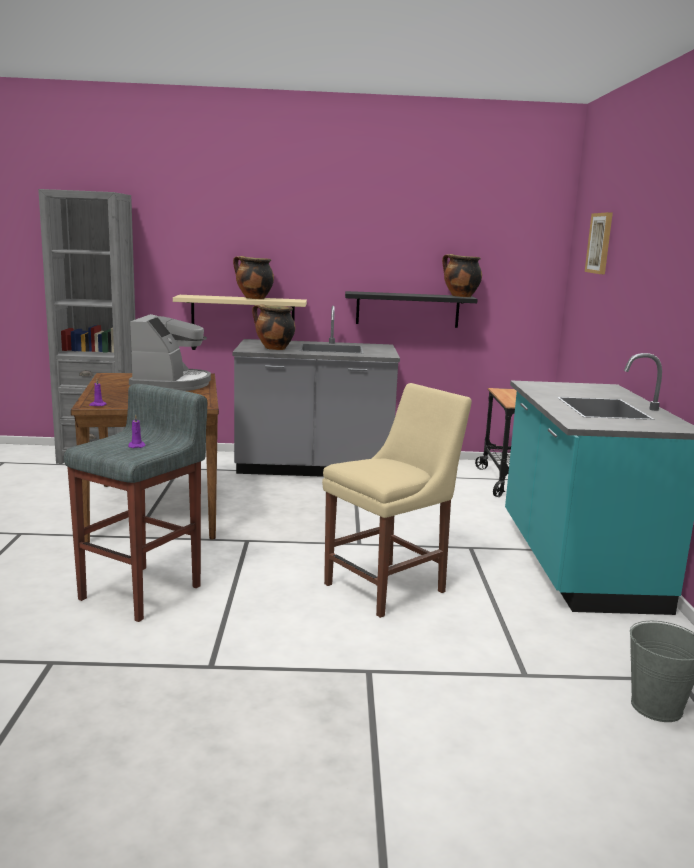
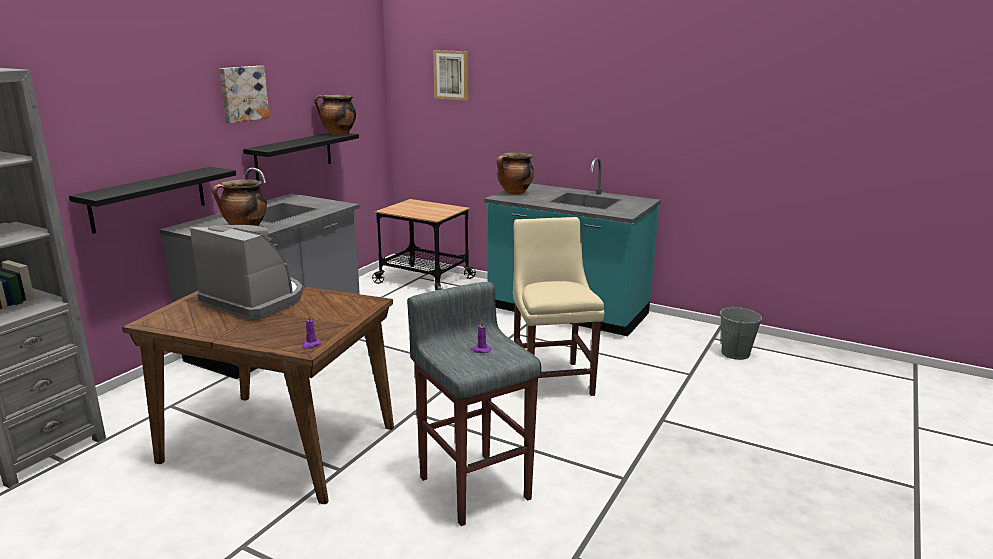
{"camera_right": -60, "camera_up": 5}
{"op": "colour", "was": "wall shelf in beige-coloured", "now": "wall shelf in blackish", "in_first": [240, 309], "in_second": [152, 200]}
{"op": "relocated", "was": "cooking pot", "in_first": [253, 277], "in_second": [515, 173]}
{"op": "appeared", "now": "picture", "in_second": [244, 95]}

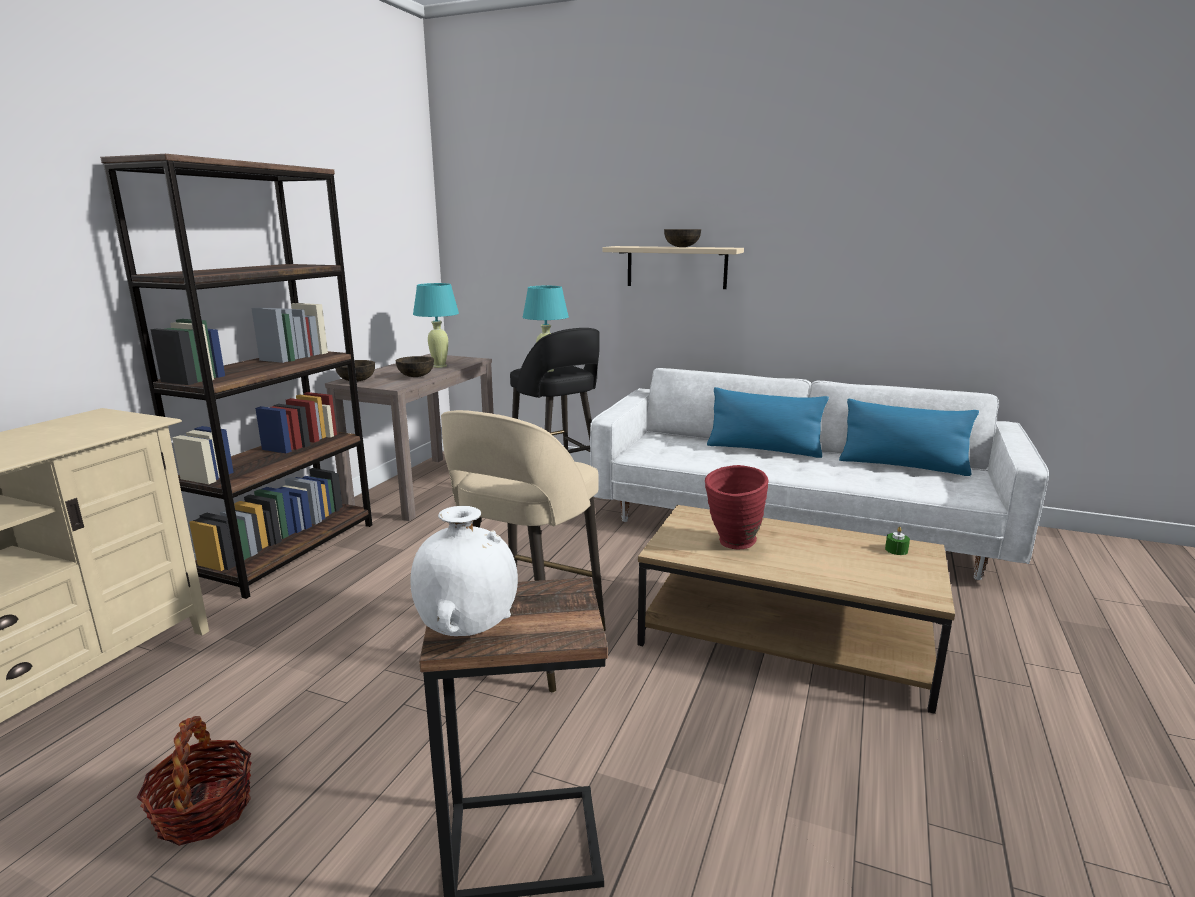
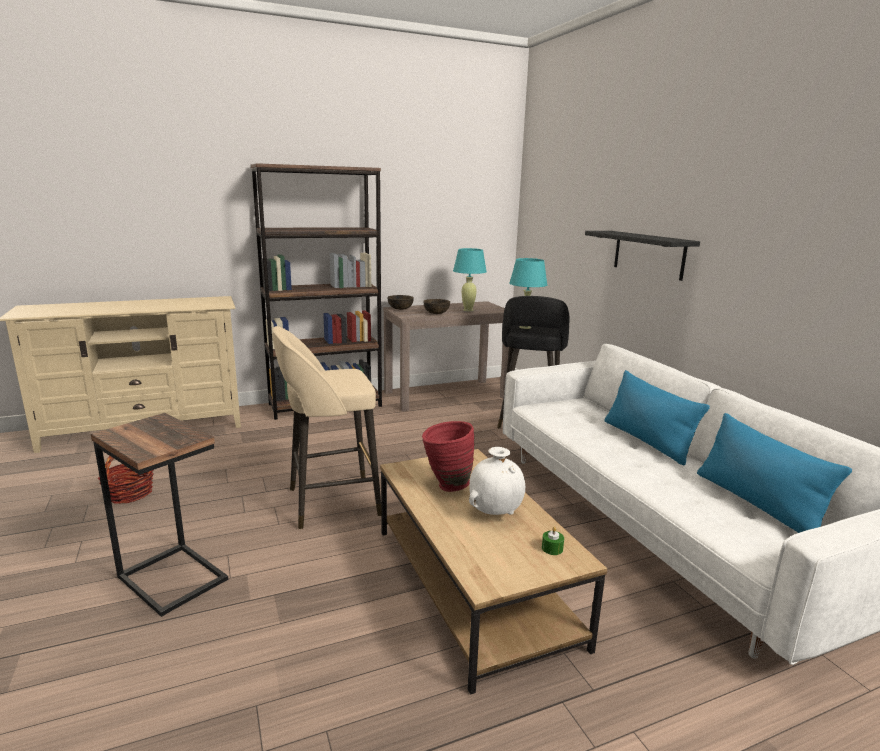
{"camera_right": 45, "camera_up": 0}
{"op": "relocated", "was": "decorative vase in white-coloured", "in_first": [464, 571], "in_second": [497, 481]}
{"op": "colour", "was": "wall shelf in beige-coloured", "now": "wall shelf in blackish", "in_first": [673, 267], "in_second": [642, 256]}
{"op": "missing", "was": "bowl in brownish", "in_first": [682, 238]}

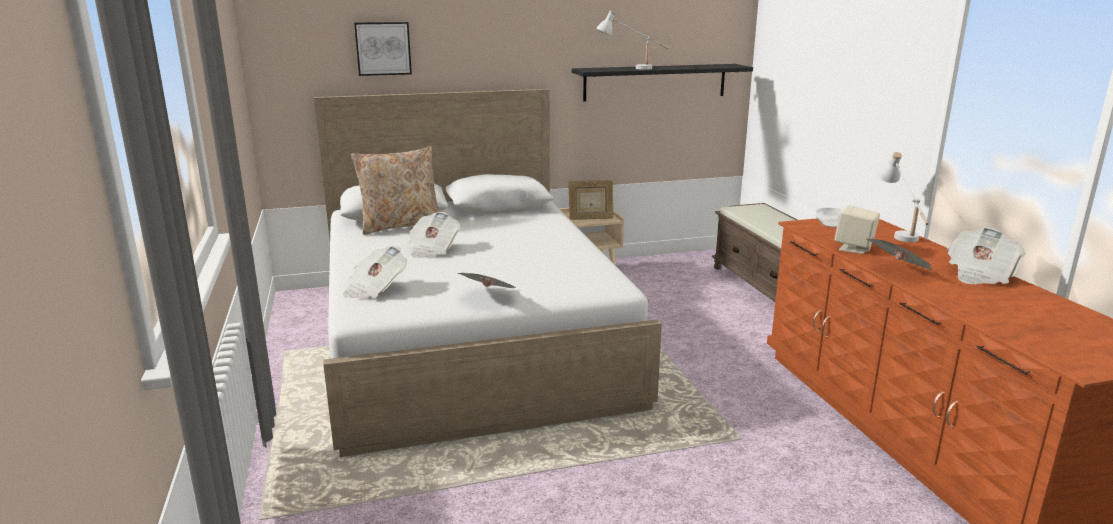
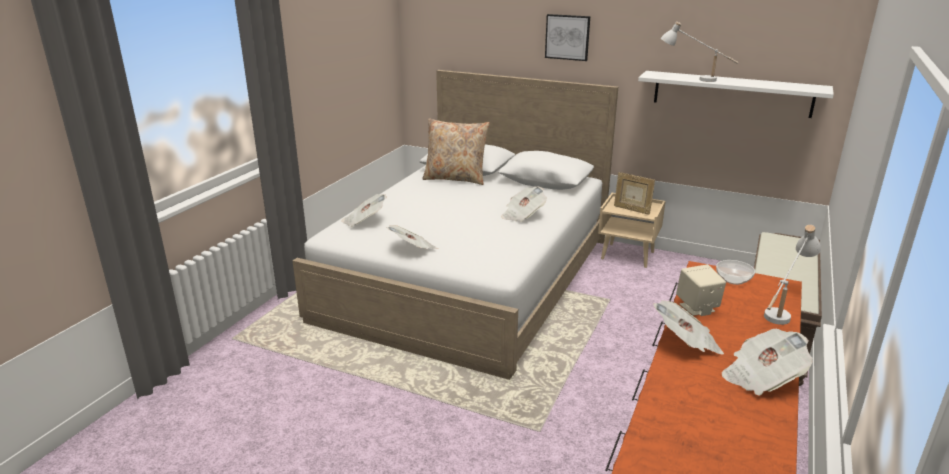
{"camera_right": 40, "camera_up": 5}
{"op": "relocated", "was": "picture", "in_first": [383, 49], "in_second": [567, 37]}
{"op": "relocated", "was": "newspaper", "in_first": [434, 235], "in_second": [524, 204]}
{"op": "colour", "was": "wall shelf in blackish", "now": "wall shelf in white-coloured", "in_first": [662, 83], "in_second": [736, 94]}

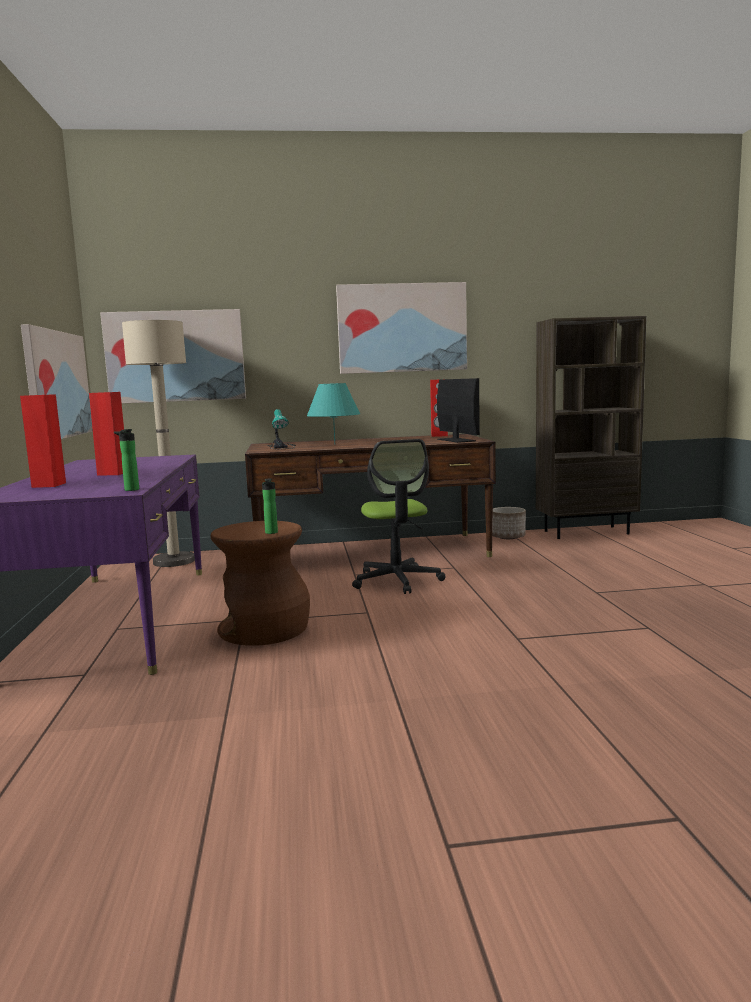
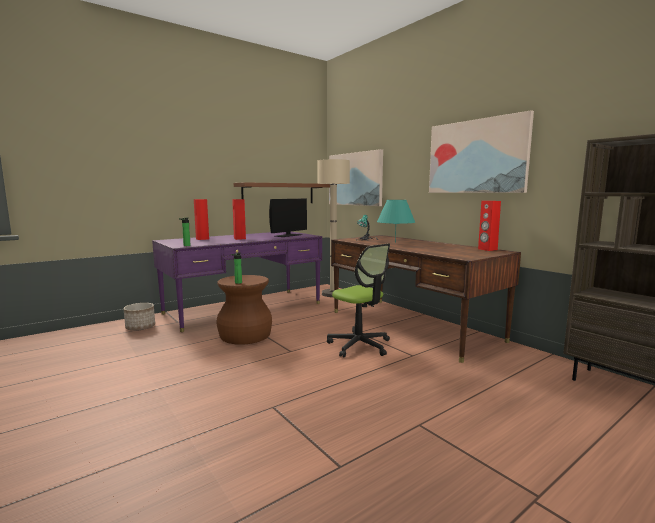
{"camera_right": 60, "camera_up": 0}
{"op": "exchanged", "was": "picture", "now": "wall shelf in brownish", "in_first": [57, 381], "in_second": [282, 192]}
{"op": "spun", "was": "office chair", "in_first": [398, 516], "in_second": [358, 300], "clockwise": -90}
{"op": "relocated", "was": "computer screen", "in_first": [458, 410], "in_second": [288, 218]}
{"op": "relocated", "was": "plant pot", "in_first": [509, 523], "in_second": [139, 316]}

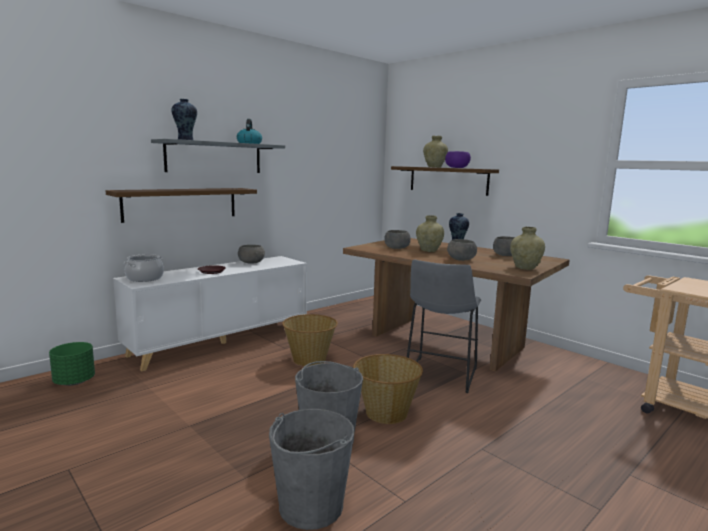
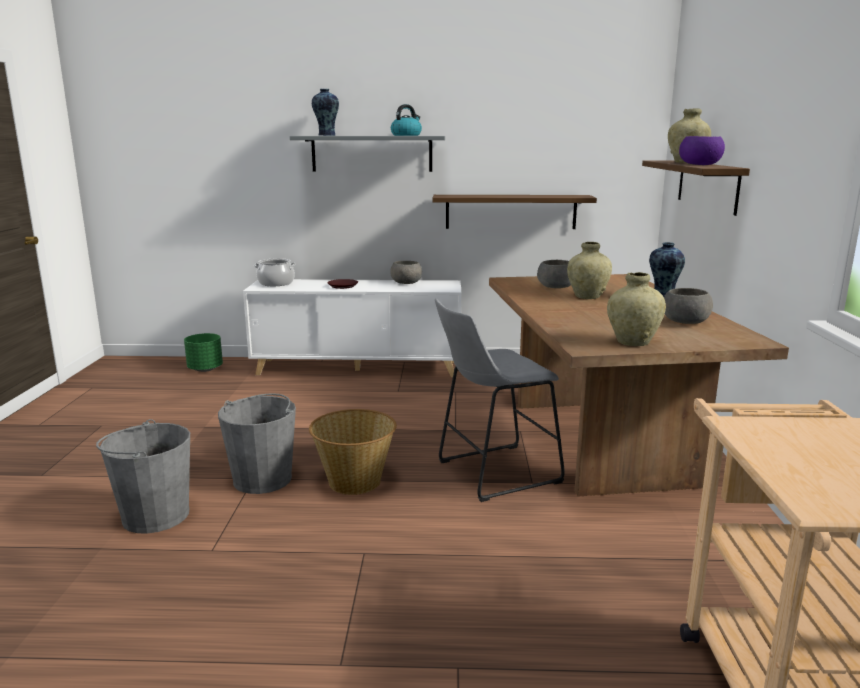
{"camera_right": 45, "camera_up": 5}
{"op": "relocated", "was": "wall shelf", "in_first": [181, 205], "in_second": [515, 212]}
{"op": "missing", "was": "household basket", "in_first": [310, 340]}
{"op": "missing", "was": "bowl in grey", "in_first": [462, 250]}

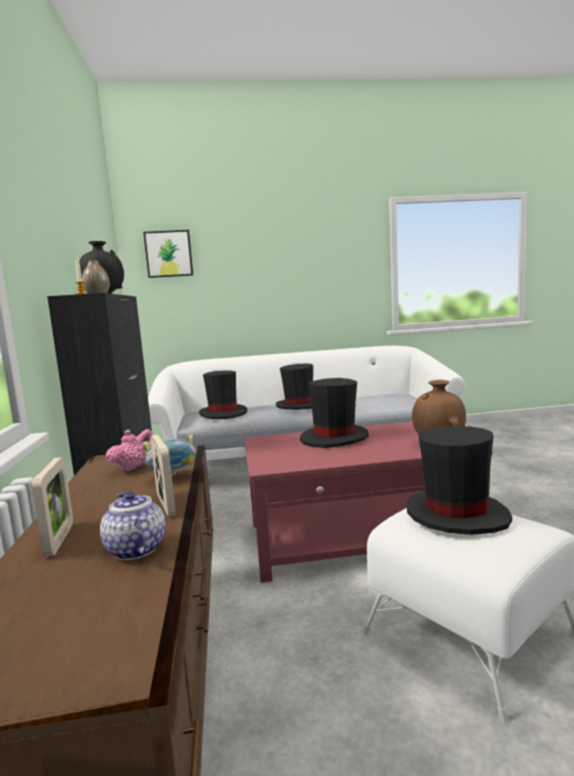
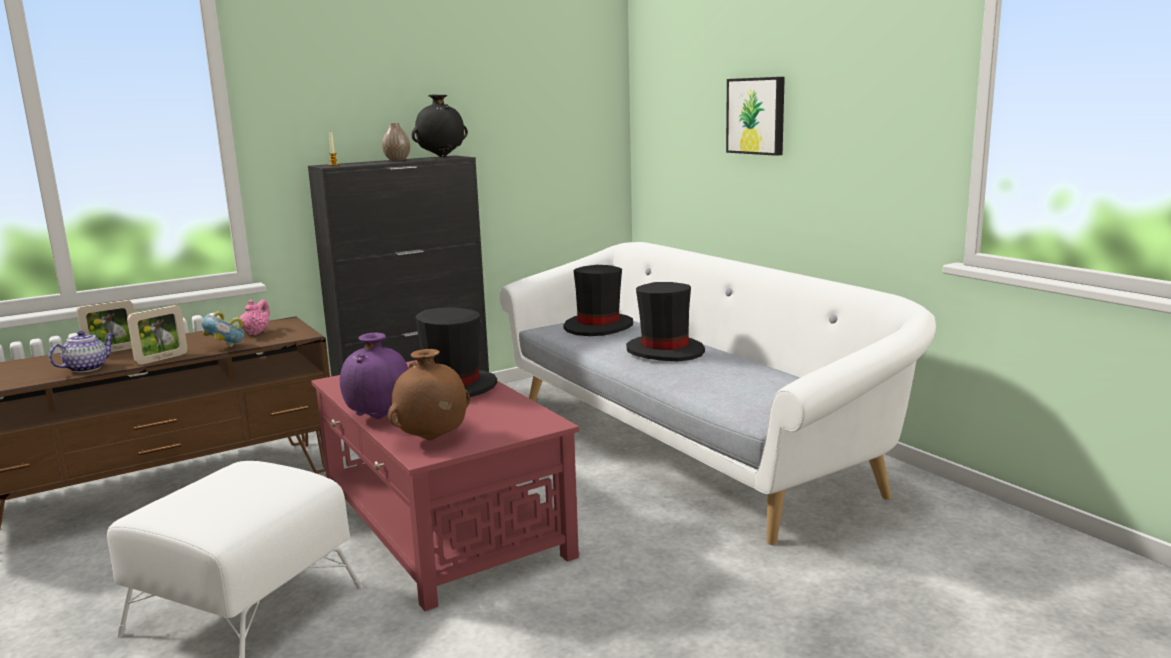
{"camera_right": 65, "camera_up": 5}
{"op": "spun", "was": "pot for tea in pinkish", "in_first": [129, 450], "in_second": [255, 317], "clockwise": -90}
{"op": "relocated", "was": "picture", "in_first": [168, 254], "in_second": [755, 116]}
{"op": "missing", "was": "hat in blackish", "in_first": [459, 480]}
{"op": "appeared", "now": "decorative vase in purple", "in_second": [374, 375]}

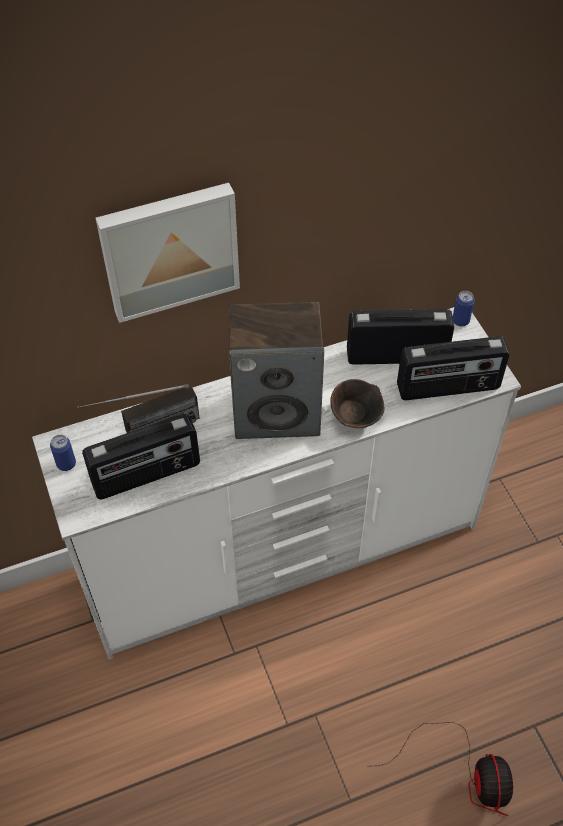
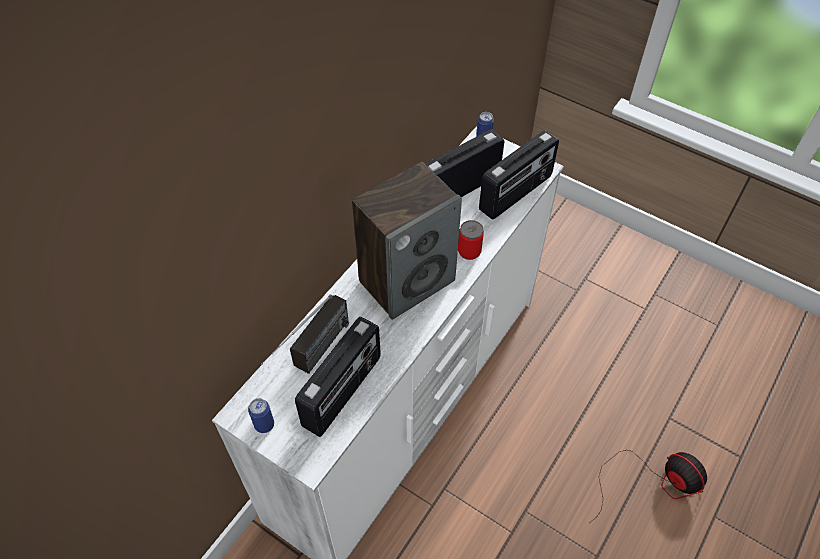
{"camera_right": -35, "camera_up": 0}
{"op": "missing", "was": "picture", "in_first": [167, 253]}
{"op": "exchanged", "was": "bowl in brownish", "now": "can", "in_first": [357, 403], "in_second": [471, 240]}

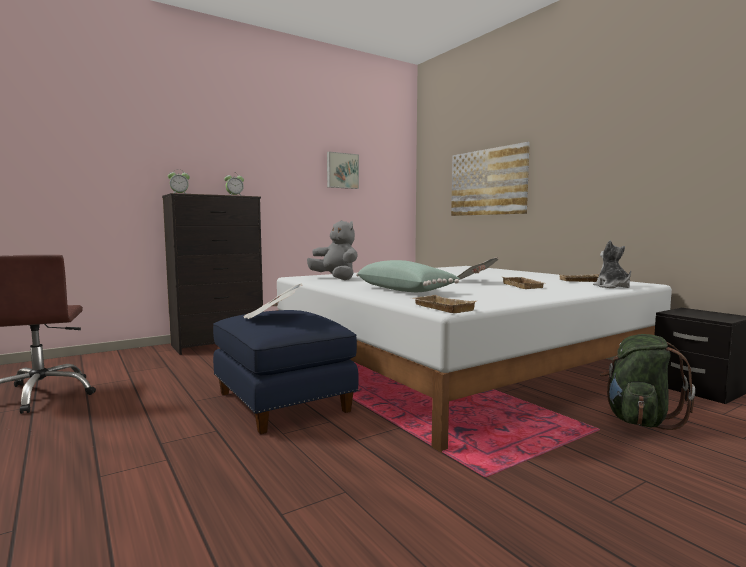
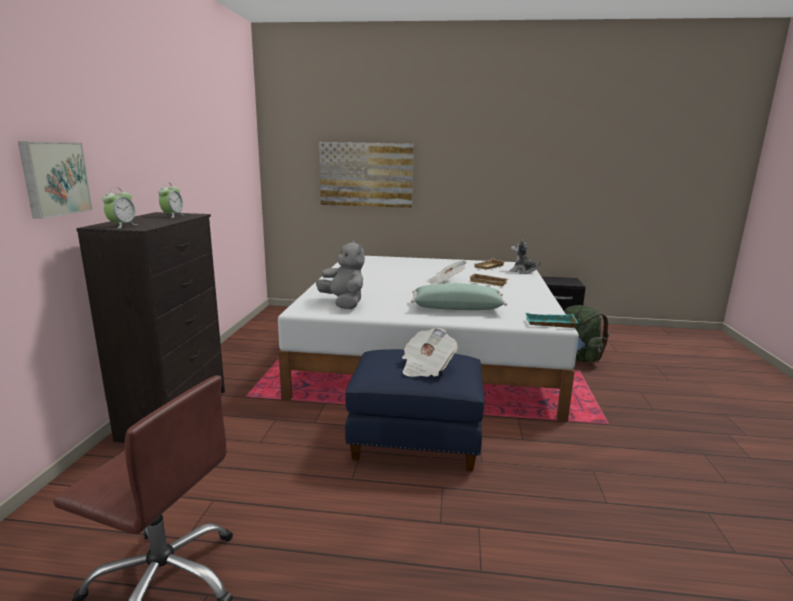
{"camera_right": -50, "camera_up": 10}
{"op": "spun", "was": "soft toy in grey", "in_first": [332, 250], "in_second": [340, 274], "clockwise": 60}
{"op": "relocated", "was": "picture", "in_first": [343, 170], "in_second": [55, 180]}
{"op": "colour", "was": "carrying tray in beige-coloured", "now": "carrying tray in turquoise", "in_first": [443, 304], "in_second": [552, 320]}

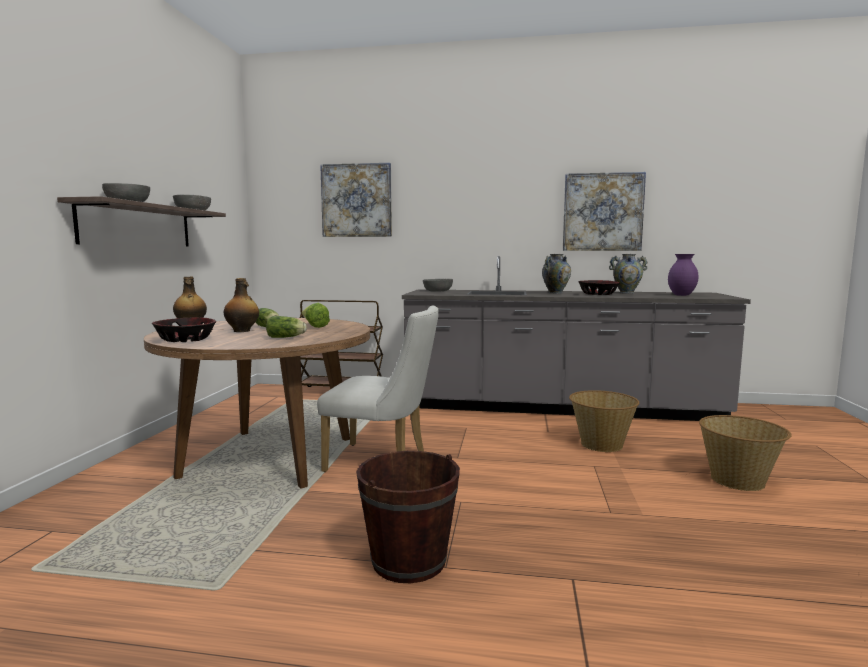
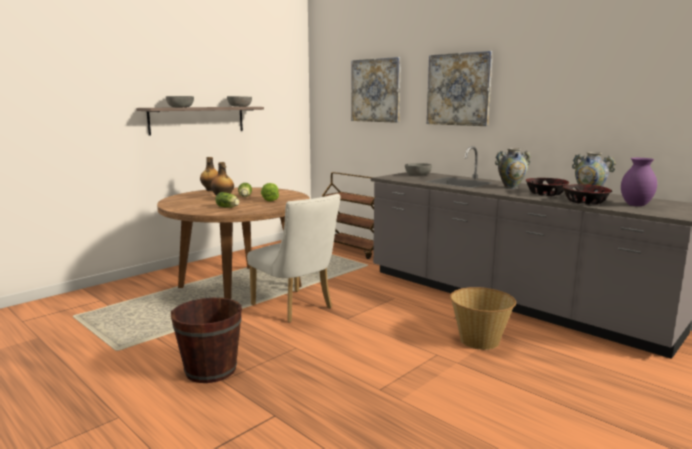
{"camera_right": 35, "camera_up": 5}
{"op": "relocated", "was": "bowl", "in_first": [184, 329], "in_second": [587, 194]}
{"op": "relocated", "was": "picture", "in_first": [604, 211], "in_second": [460, 88]}
{"op": "missing", "was": "household basket", "in_first": [745, 453]}

